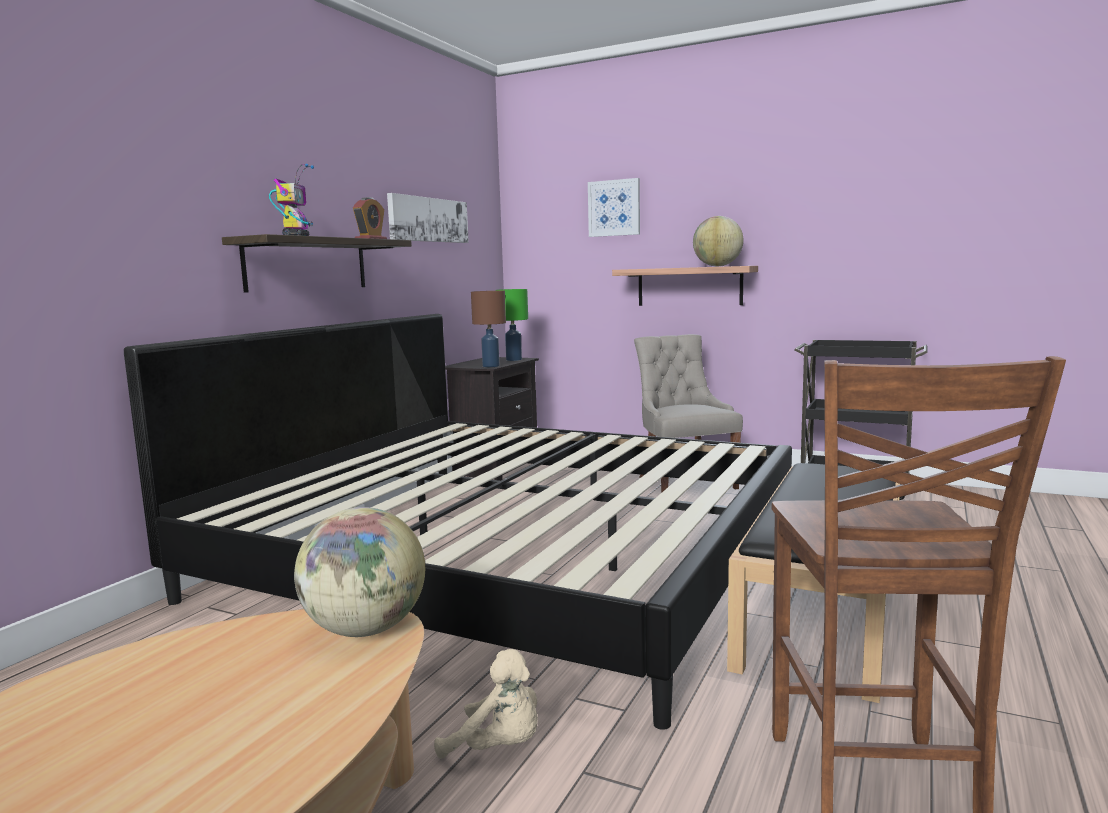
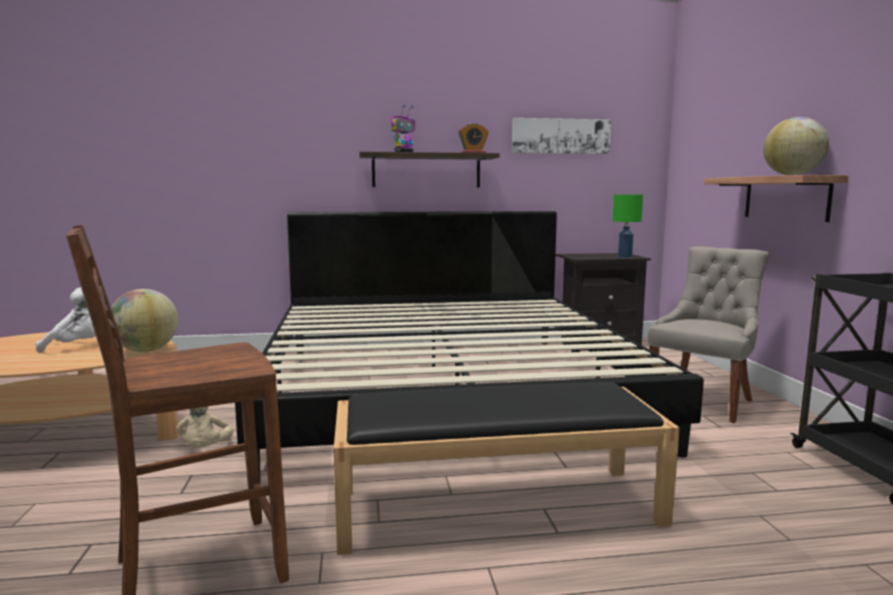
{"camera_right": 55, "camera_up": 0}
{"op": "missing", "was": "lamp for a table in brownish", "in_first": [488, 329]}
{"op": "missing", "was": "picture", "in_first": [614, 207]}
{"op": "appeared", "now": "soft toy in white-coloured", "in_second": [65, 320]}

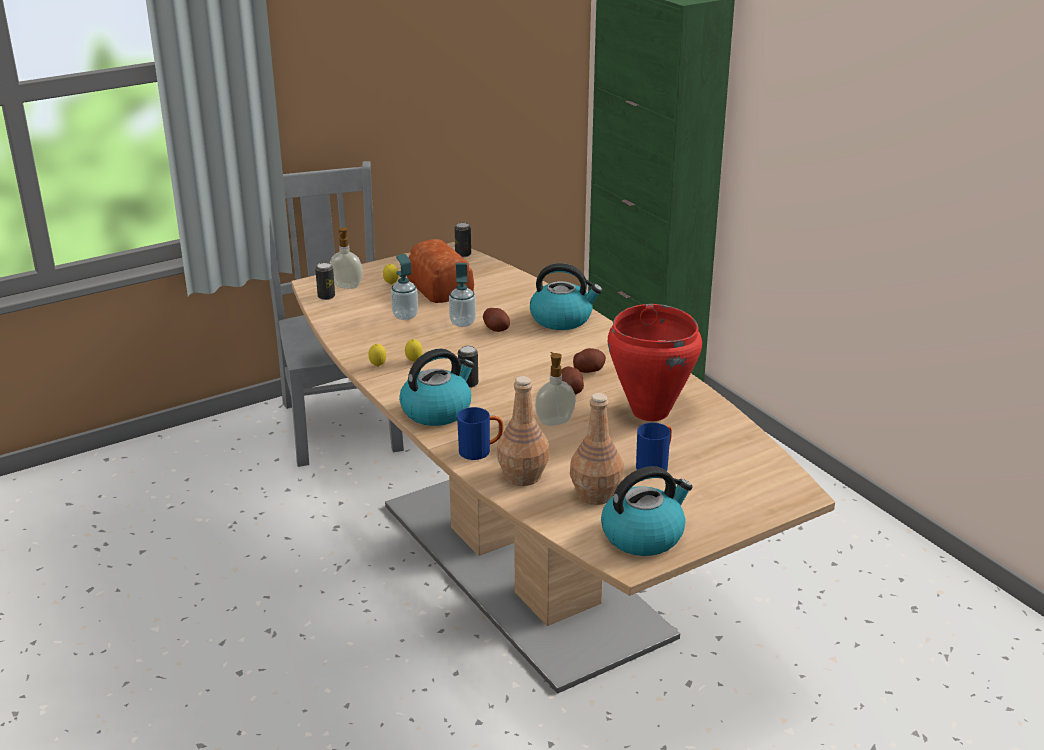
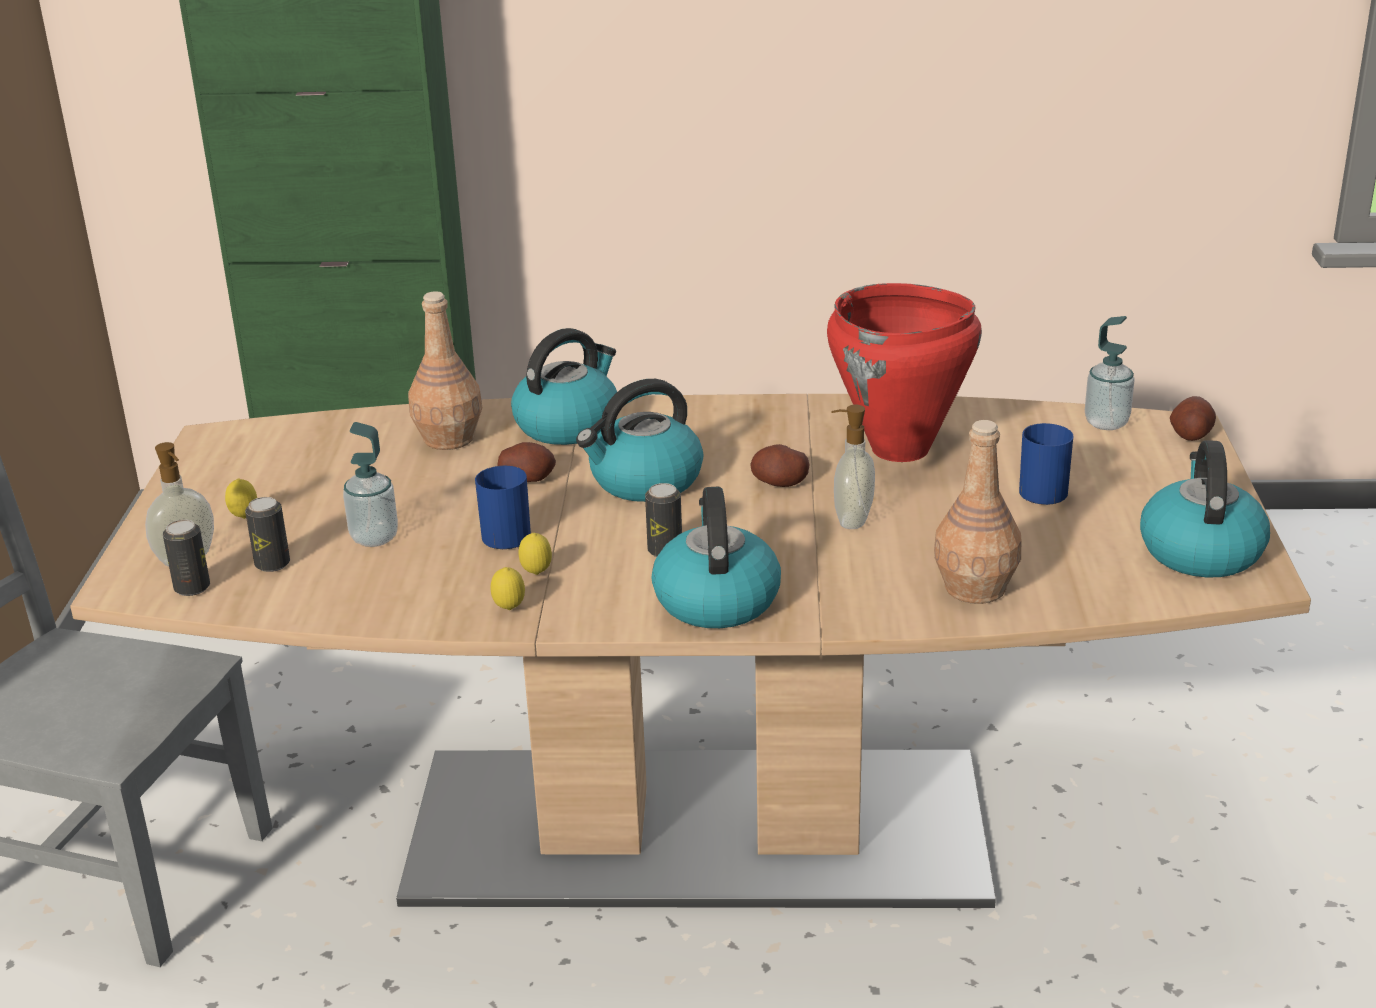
{"camera_right": -55, "camera_up": 0}
{"op": "missing", "was": "baked bread", "in_first": [440, 271]}
{"op": "relocated", "was": "liquid soap bottle", "in_first": [462, 295], "in_second": [1110, 373]}
{"op": "relocated", "was": "can", "in_first": [462, 239], "in_second": [267, 534]}
{"op": "relocated", "was": "tea mug in blue", "in_first": [480, 433], "in_second": [503, 507]}
{"op": "relocated", "was": "beverage bottle in brownish", "in_first": [597, 449], "in_second": [445, 370]}
{"op": "relocated", "was": "spud", "in_first": [589, 360], "in_second": [1193, 418]}
{"op": "appeared", "now": "tea kettle", "in_second": [639, 440]}

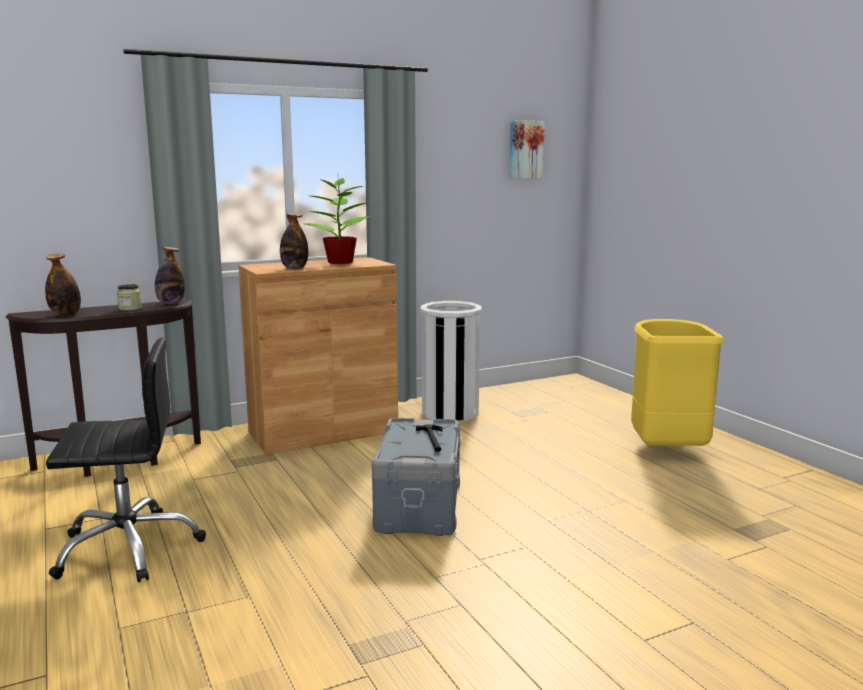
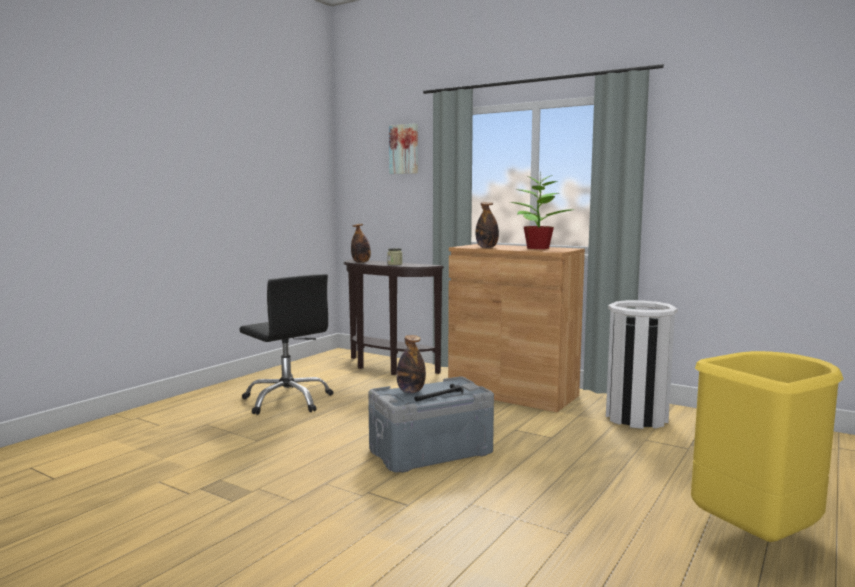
{"camera_right": 60, "camera_up": -5}
{"op": "relocated", "was": "beverage bottle", "in_first": [170, 275], "in_second": [411, 364]}
{"op": "relocated", "was": "picture", "in_first": [527, 149], "in_second": [403, 148]}

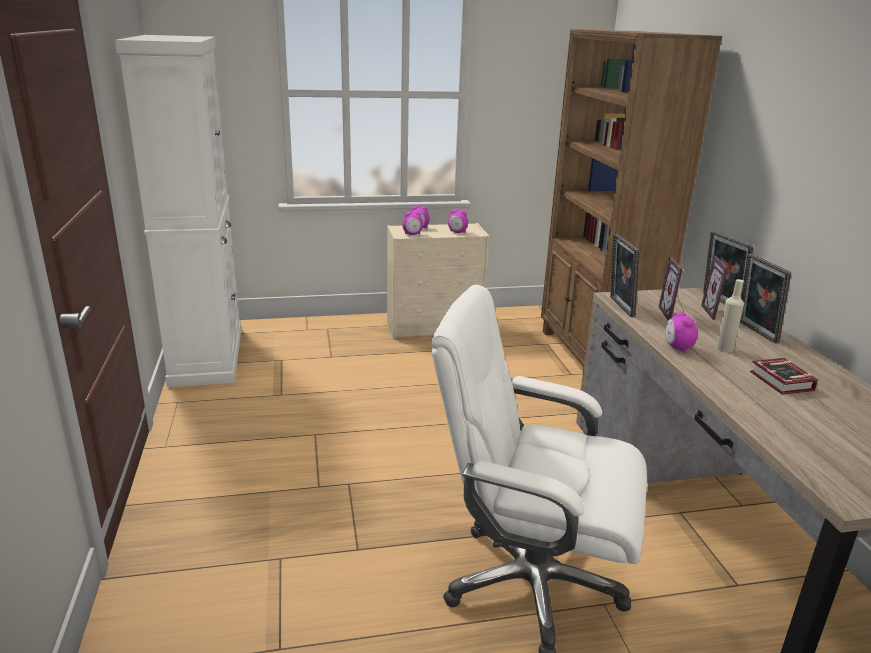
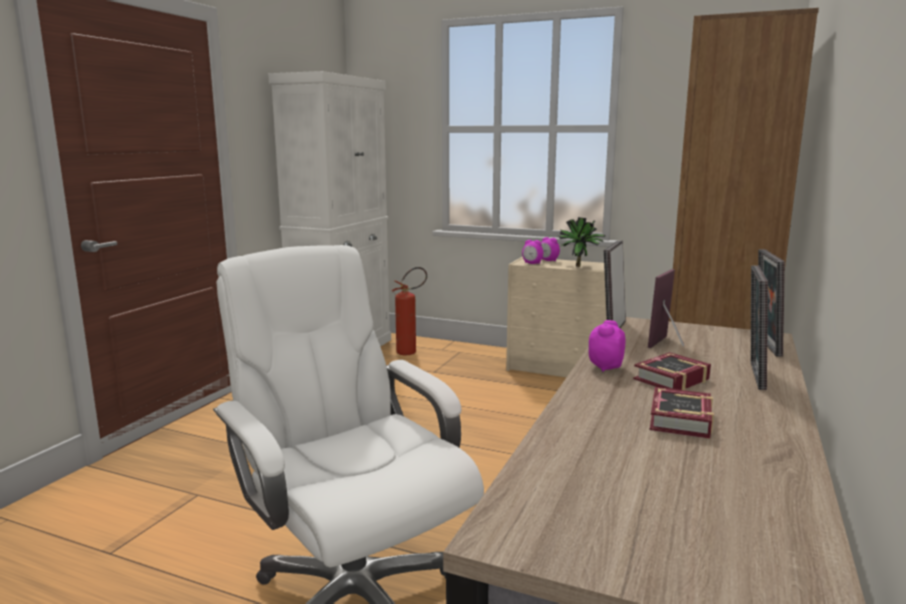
{"camera_right": 35, "camera_up": -10}
{"op": "exchanged", "was": "bedside clock", "now": "potted plant", "in_first": [458, 221], "in_second": [582, 242]}
{"op": "missing", "was": "photo frame", "in_first": [714, 288]}
{"op": "exchanged", "was": "beverage bottle in beige-coloured", "now": "bound book", "in_first": [730, 316], "in_second": [672, 371]}
{"op": "appeared", "now": "fire extinguisher", "in_second": [409, 311]}

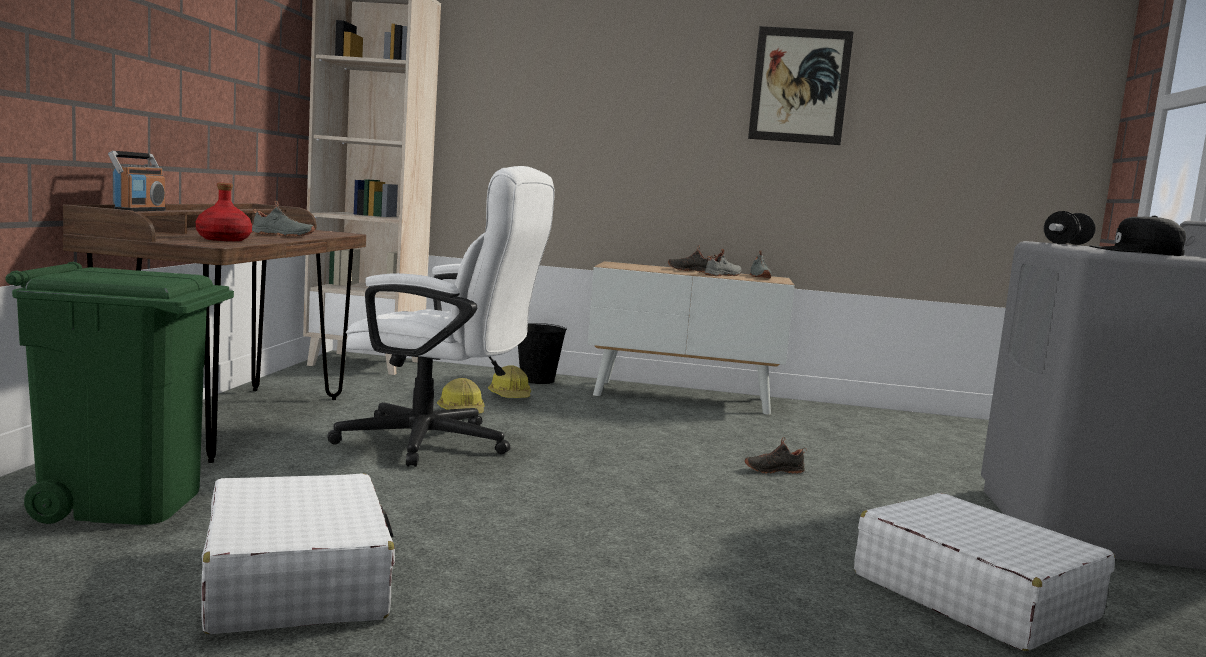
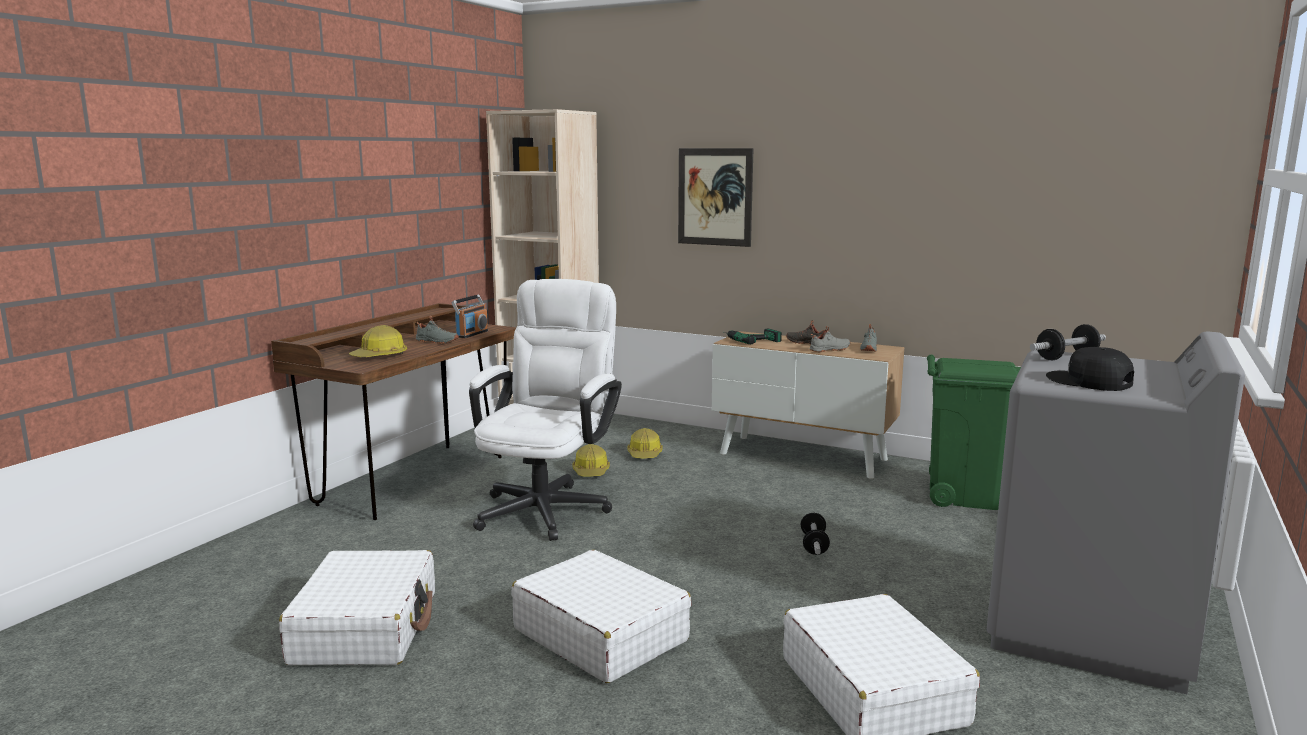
{"camera_right": 20, "camera_up": 5}
{"op": "relocated", "was": "waste bin in green-coloured", "in_first": [119, 393], "in_second": [974, 432]}
{"op": "relocated", "was": "radio set", "in_first": [137, 181], "in_second": [469, 316]}
{"op": "exchanged", "was": "beverage bottle in reddish", "now": "safety helmet", "in_first": [224, 212], "in_second": [378, 341]}
{"op": "spun", "was": "office chair in white-coloured", "in_first": [441, 316], "in_second": [545, 410], "clockwise": -105}
{"op": "missing", "was": "bucket in blackish", "in_first": [542, 353]}
{"op": "exchanged", "was": "item of footwear in blackish", "now": "hand weight", "in_first": [776, 455], "in_second": [815, 534]}
{"op": "relocated", "was": "picture", "in_first": [801, 85], "in_second": [715, 197]}
{"op": "appeared", "now": "piece of luggage in white-coloured", "in_second": [601, 616]}
{"op": "appeared", "now": "power drill", "in_second": [753, 336]}

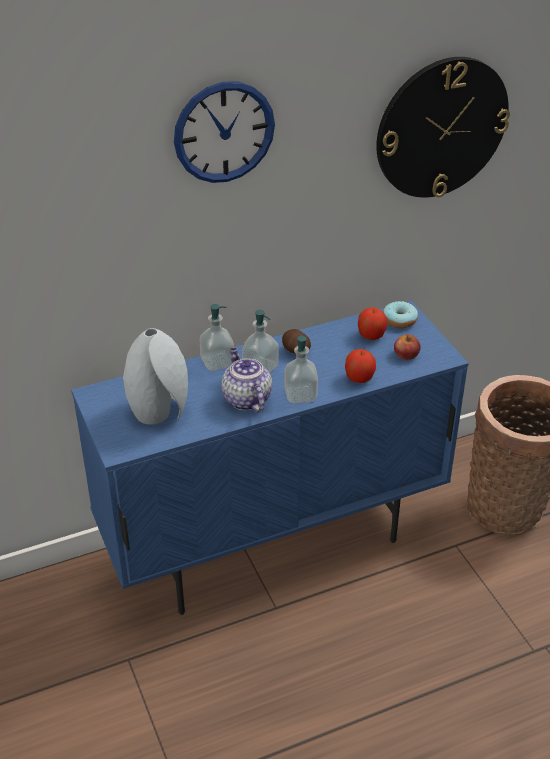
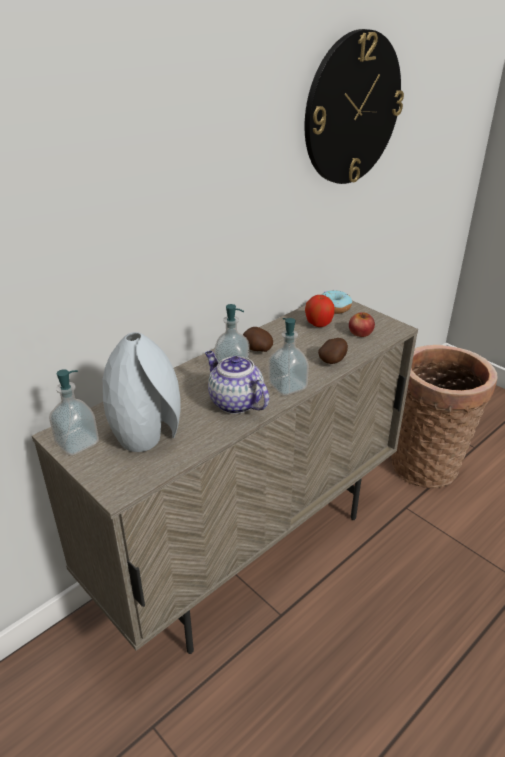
{"camera_right": -20, "camera_up": -5}
{"op": "colour", "was": "cabinet in blue", "now": "cabinet in beige-coloured", "in_first": [270, 458], "in_second": [225, 477]}
{"op": "missing", "was": "wall clock", "in_first": [224, 132]}
{"op": "relocated", "was": "liquid soap bottle", "in_first": [217, 337], "in_second": [74, 412]}
{"op": "exchanged", "was": "apple fruit", "now": "spud", "in_first": [360, 366], "in_second": [333, 351]}

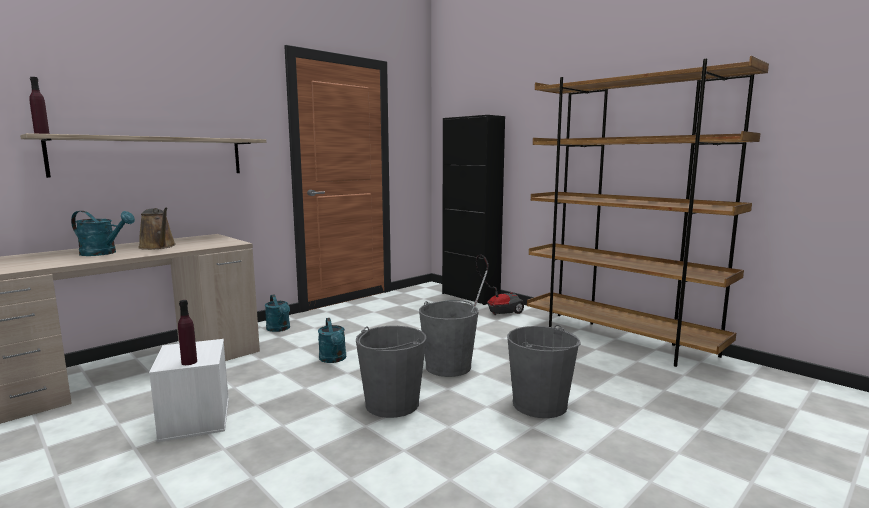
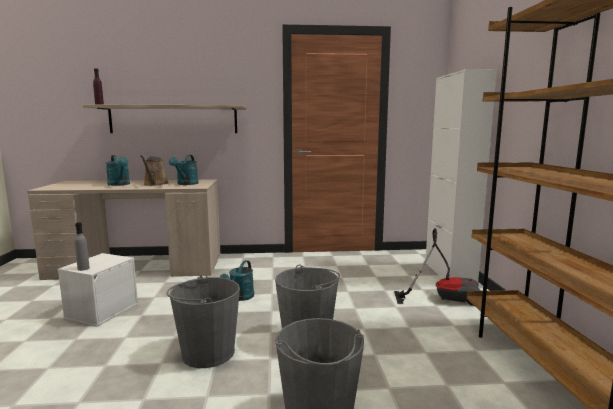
{"camera_right": 40, "camera_up": 0}
{"op": "colour", "was": "beverage bottle in purple", "now": "beverage bottle in grey", "in_first": [187, 332], "in_second": [82, 246]}
{"op": "relocated", "was": "watering pot in turquoise", "in_first": [277, 313], "in_second": [184, 170]}
{"op": "colour", "was": "cabinet in blackish", "now": "cabinet in white-coloured", "in_first": [473, 210], "in_second": [461, 175]}

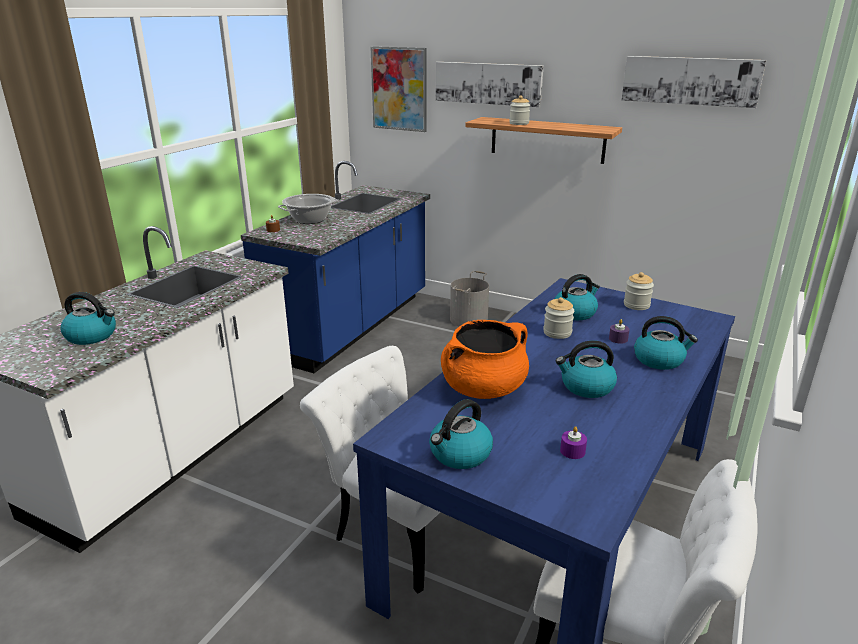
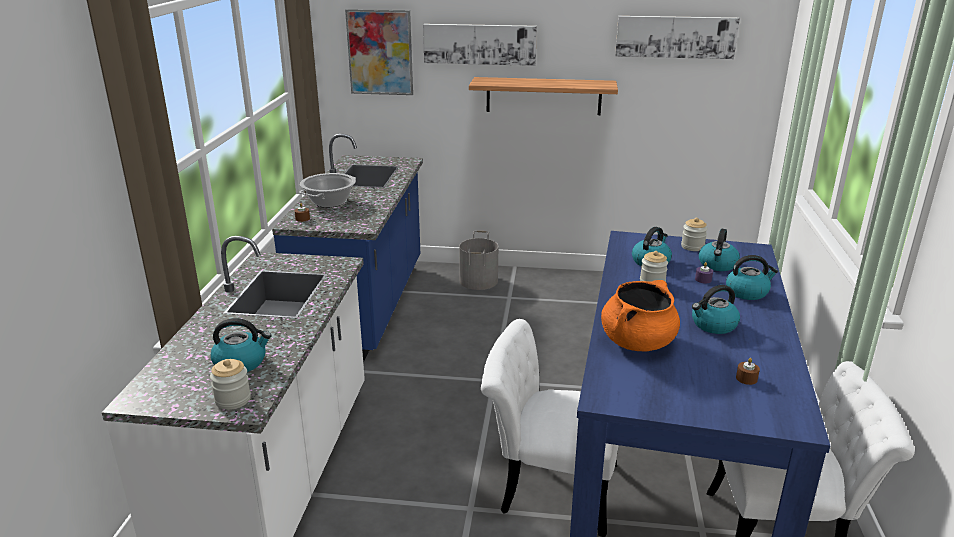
{"camera_right": -20, "camera_up": 0}
{"op": "relocated", "was": "tea kettle", "in_first": [461, 434], "in_second": [719, 250]}
{"op": "relocated", "was": "jar", "in_first": [519, 110], "in_second": [230, 384]}
{"op": "colour", "was": "candle in purple", "now": "candle in brownish", "in_first": [573, 442], "in_second": [748, 371]}

